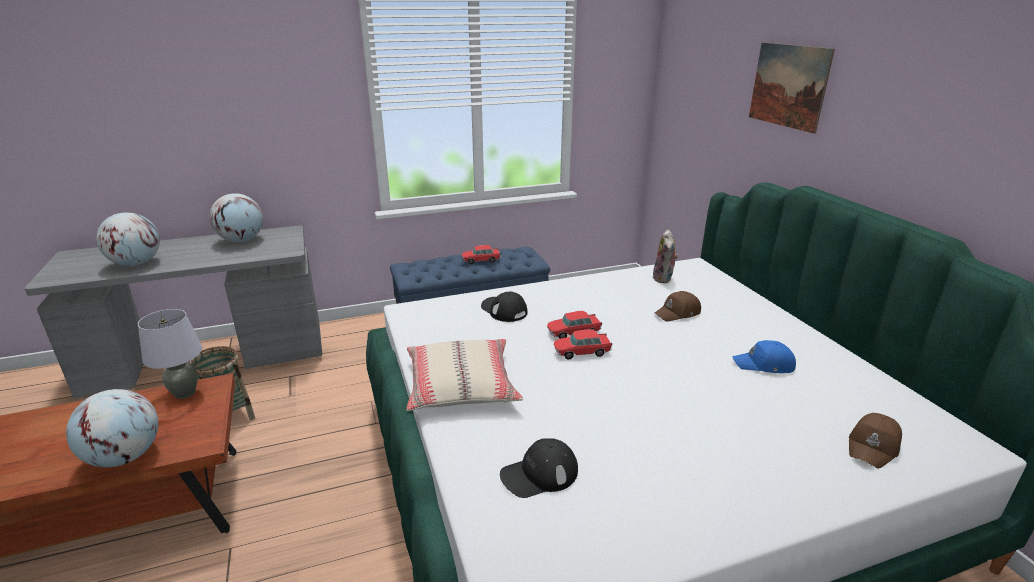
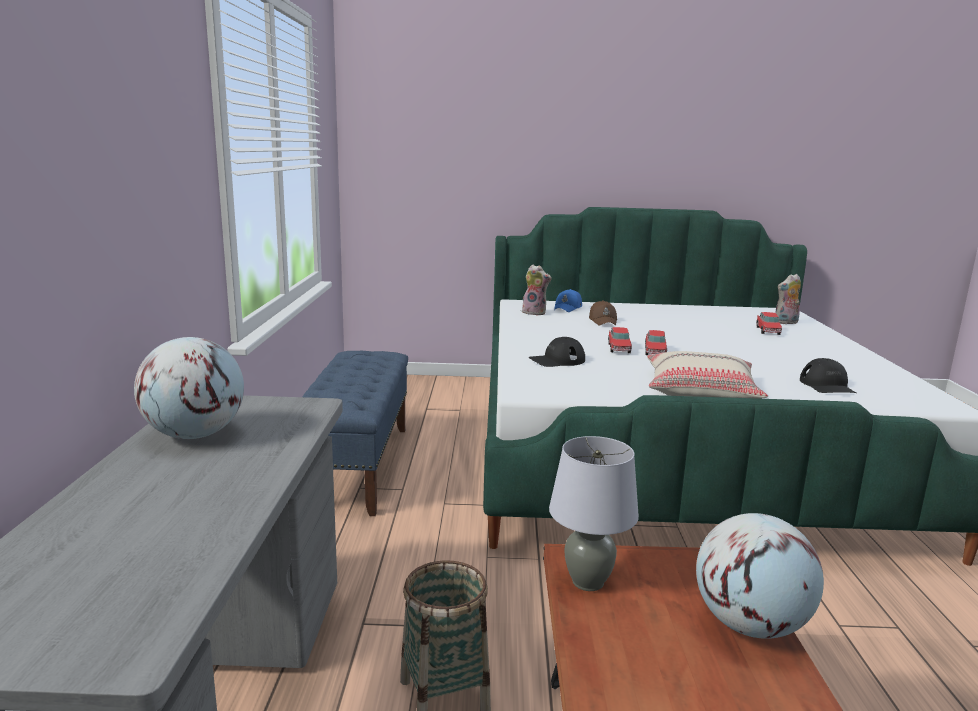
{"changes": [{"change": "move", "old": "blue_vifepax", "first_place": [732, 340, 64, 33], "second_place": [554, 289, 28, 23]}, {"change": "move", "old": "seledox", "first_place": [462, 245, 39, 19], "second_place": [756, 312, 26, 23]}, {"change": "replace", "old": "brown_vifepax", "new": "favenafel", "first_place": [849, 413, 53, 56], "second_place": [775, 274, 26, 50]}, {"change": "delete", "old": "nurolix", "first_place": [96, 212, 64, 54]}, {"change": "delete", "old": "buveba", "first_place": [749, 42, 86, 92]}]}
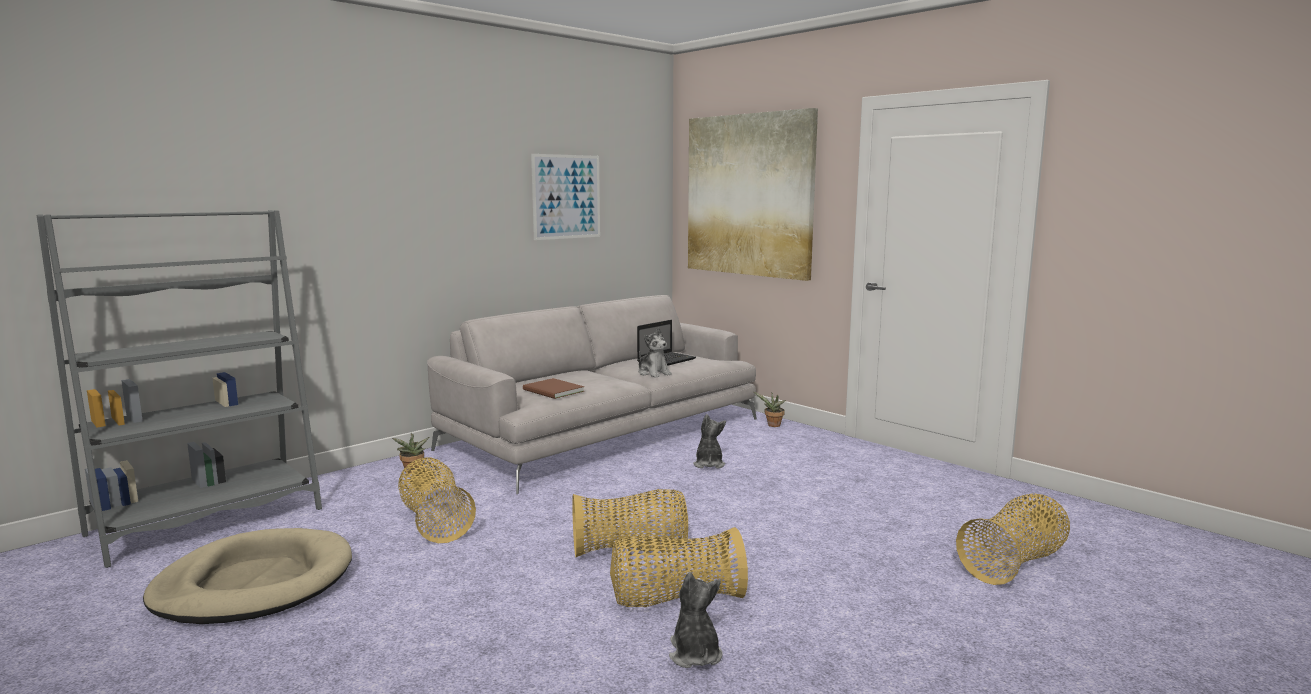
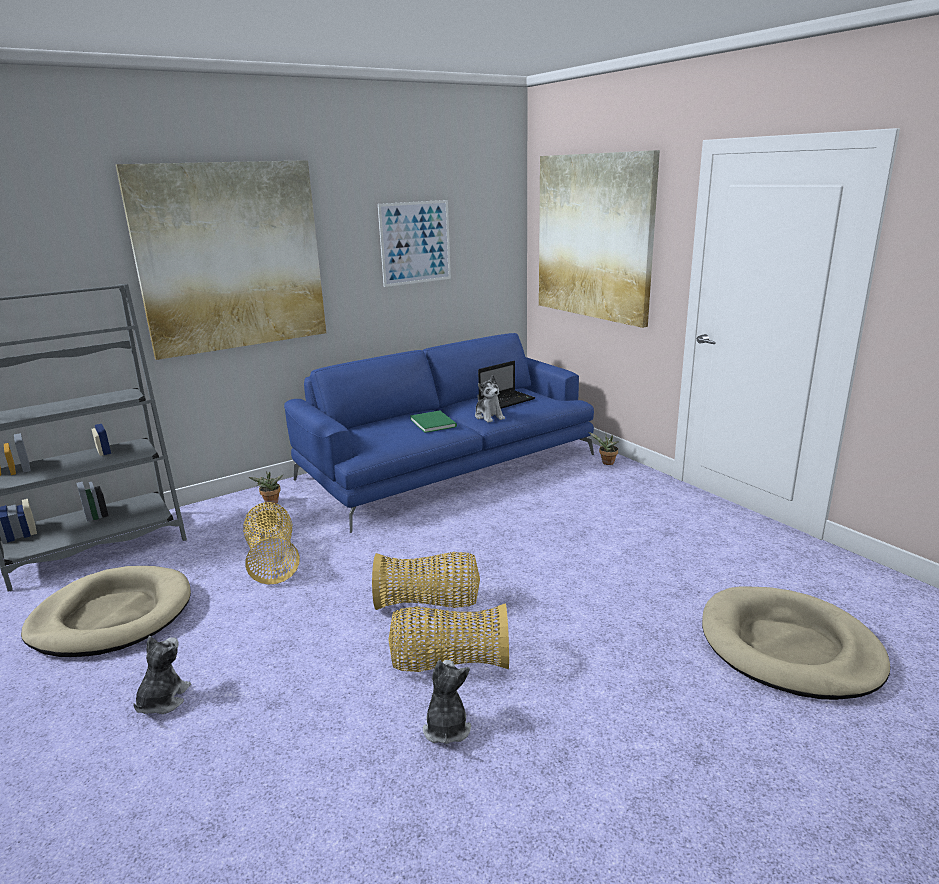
{"changes": [{"change": "insert", "new": "buveba", "second_place": [115, 160, 211, 200]}, {"change": "move", "old": "favenafel", "first_place": [693, 414, 33, 55], "second_place": [133, 636, 58, 78]}, {"change": "recolor", "old": "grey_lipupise", "new": "blue_lipupise", "first_place": [427, 295, 330, 199], "second_place": [284, 333, 310, 200]}, {"change": "insert", "new": "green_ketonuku", "second_place": [410, 411, 47, 22]}, {"change": "replace", "old": "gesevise", "new": "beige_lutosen", "first_place": [956, 493, 114, 92], "second_place": [702, 586, 189, 114]}, {"change": "delete", "old": "brown_ketonuku", "first_place": [523, 378, 61, 21]}]}
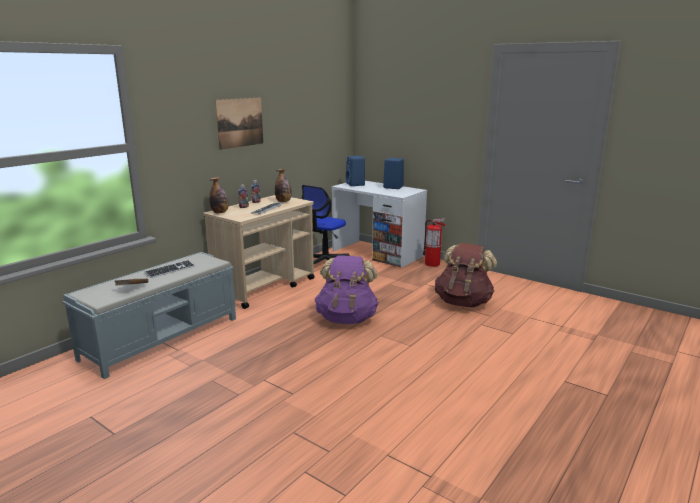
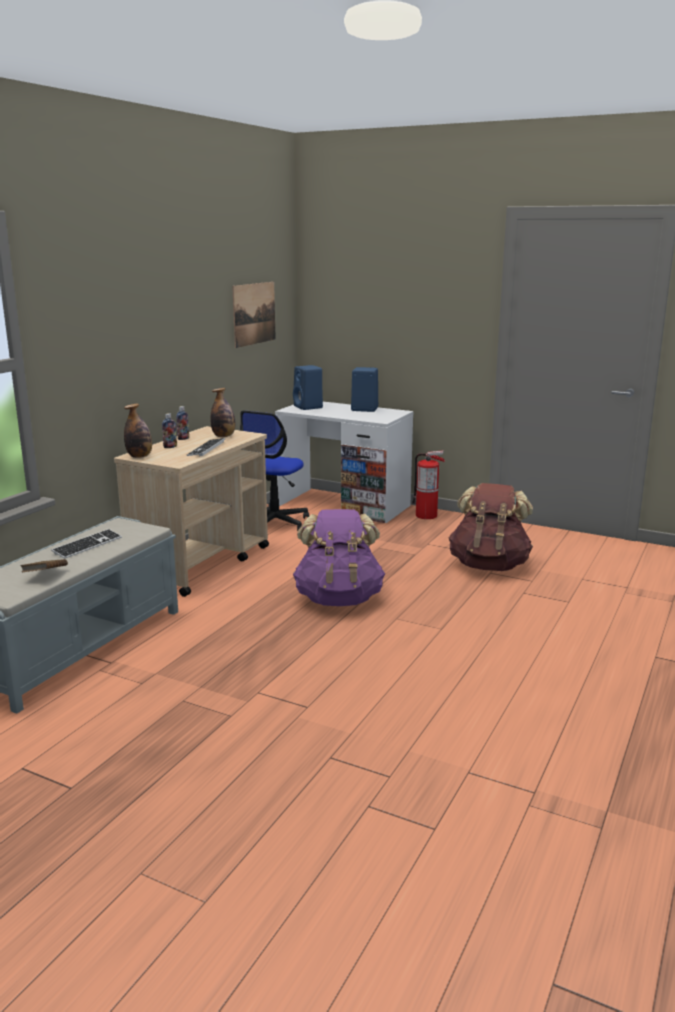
{"changes": [{"change": "move", "old": "buveba", "first_place": [215, 97, 48, 53], "second_place": [232, 282, 44, 66]}]}
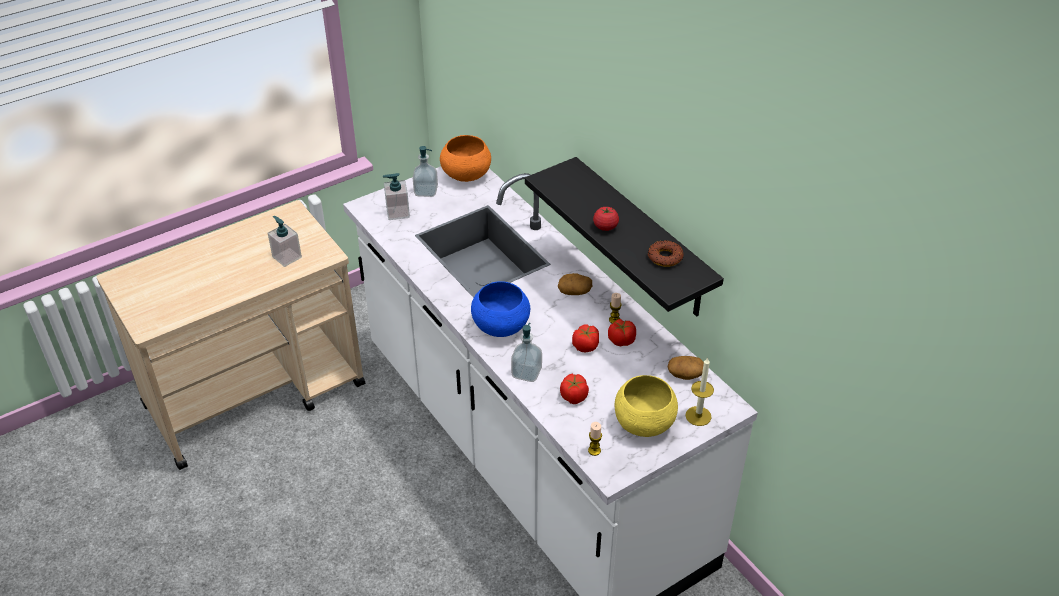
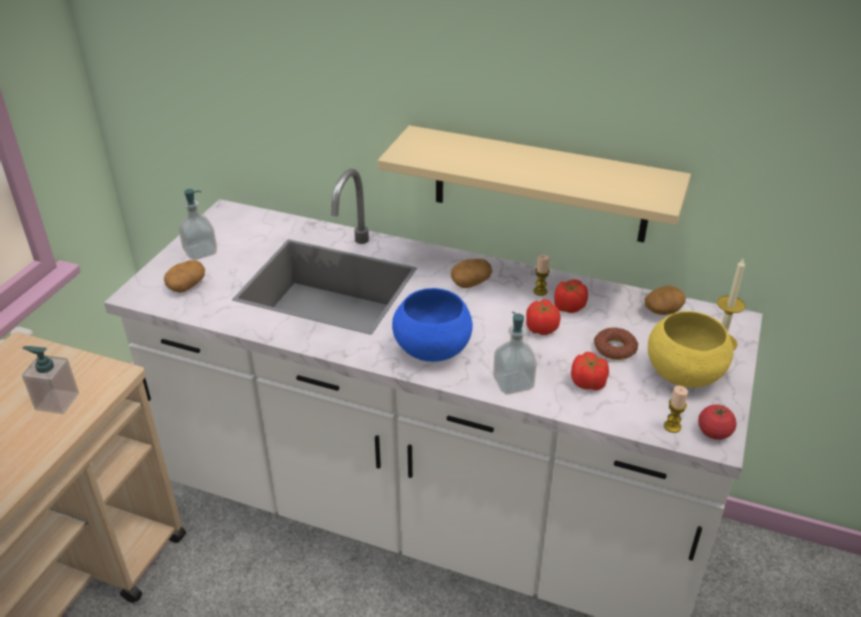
{"changes": [{"change": "replace", "old": "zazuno", "new": "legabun", "first_place": [383, 173, 27, 47], "second_place": [164, 260, 41, 33]}, {"change": "recolor", "old": "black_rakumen", "new": "beige_rakumen", "first_place": [525, 157, 199, 160], "second_place": [378, 125, 313, 118]}, {"change": "move", "old": "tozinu", "first_place": [648, 241, 35, 26], "second_place": [594, 327, 44, 33]}, {"change": "move", "old": "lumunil", "first_place": [593, 206, 26, 25], "second_place": [698, 404, 39, 36]}, {"change": "delete", "old": "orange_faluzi", "first_place": [440, 135, 51, 47]}]}
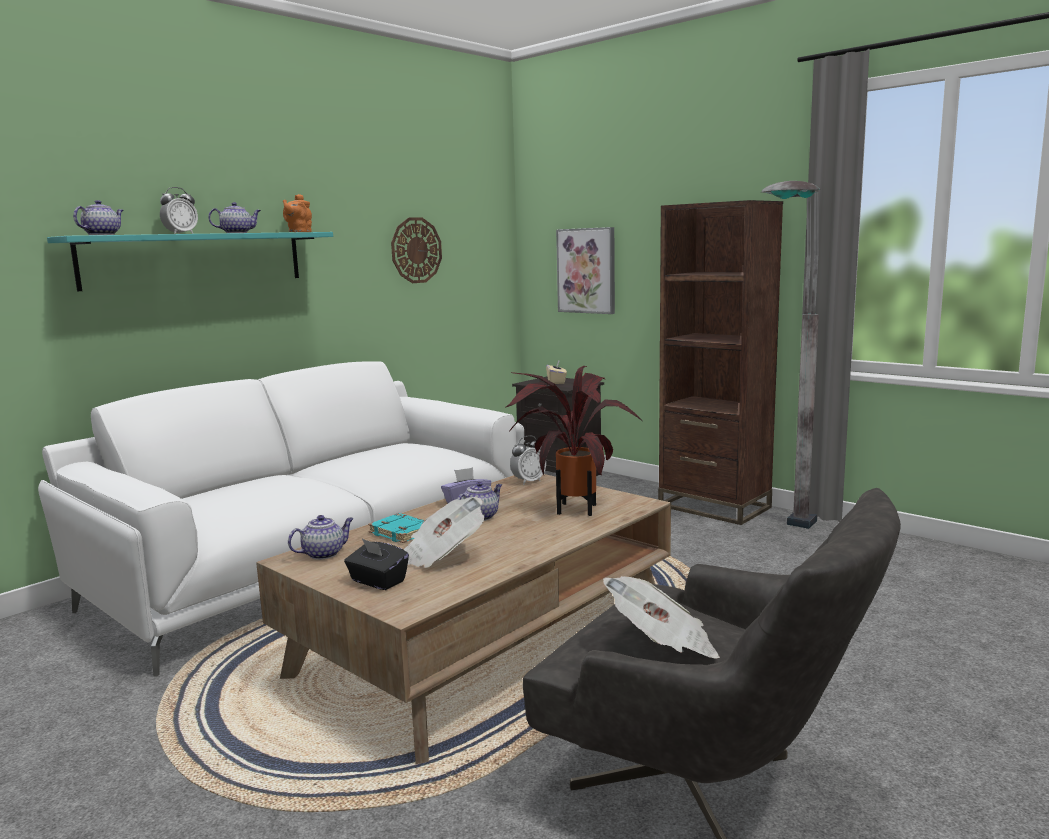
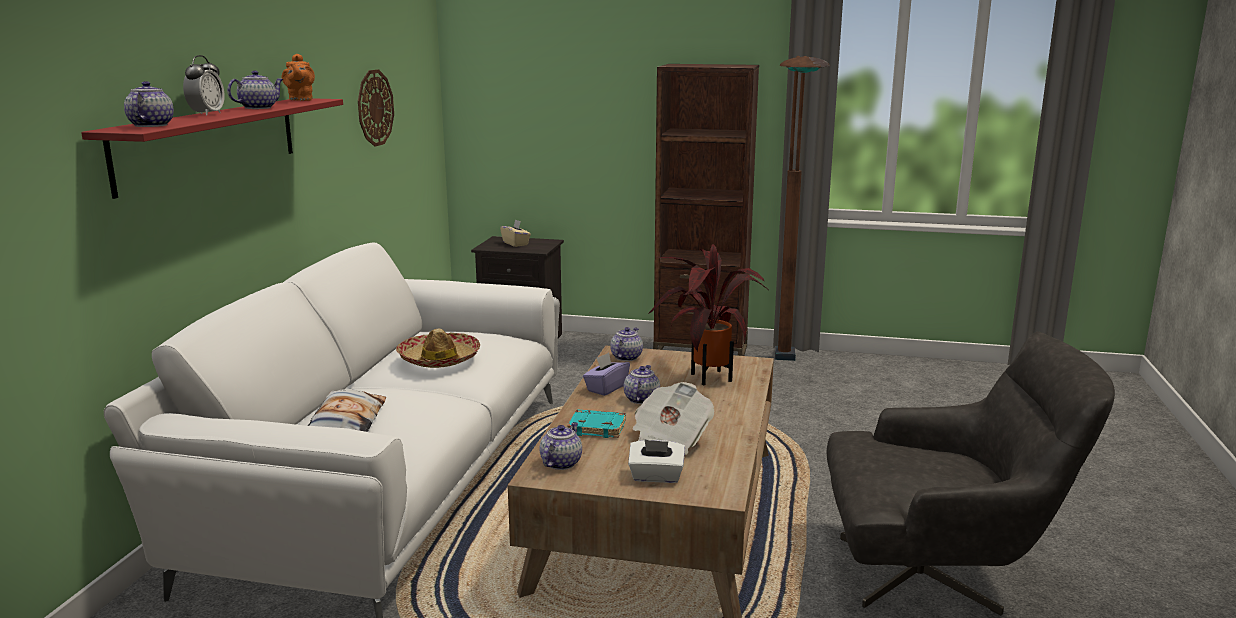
{"changes": [{"change": "recolor", "old": "turquoise_rakumen", "new": "red_rakumen", "first_place": [47, 232, 286, 59], "second_place": [81, 98, 262, 101]}, {"change": "insert", "new": "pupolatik", "second_place": [307, 389, 79, 43]}, {"change": "insert", "new": "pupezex", "second_place": [396, 329, 84, 39]}, {"change": "replace", "old": "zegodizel", "new": "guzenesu", "first_place": [510, 435, 36, 50], "second_place": [610, 327, 33, 34]}, {"change": "recolor", "old": "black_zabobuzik", "new": "white_zabobuzik", "first_place": [344, 539, 65, 51], "second_place": [628, 439, 57, 44]}, {"change": "recolor", "old": "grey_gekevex", "new": "brown_gekevex", "first_place": [761, 181, 59, 348], "second_place": [775, 56, 55, 305]}, {"change": "delete", "old": "buveba", "first_place": [556, 227, 59, 87]}, {"change": "delete", "old": "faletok", "first_place": [603, 576, 117, 83]}]}
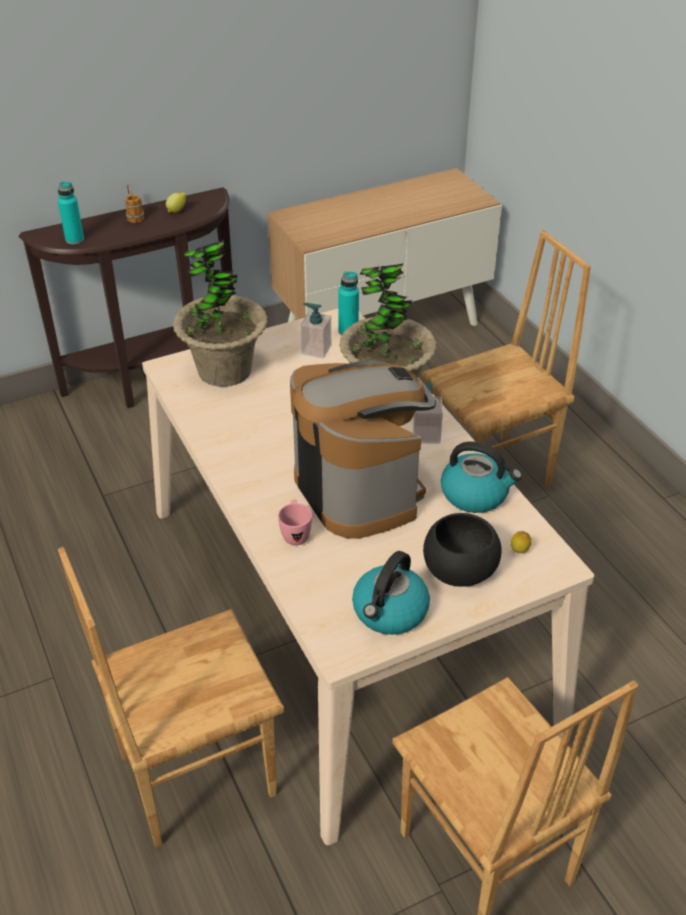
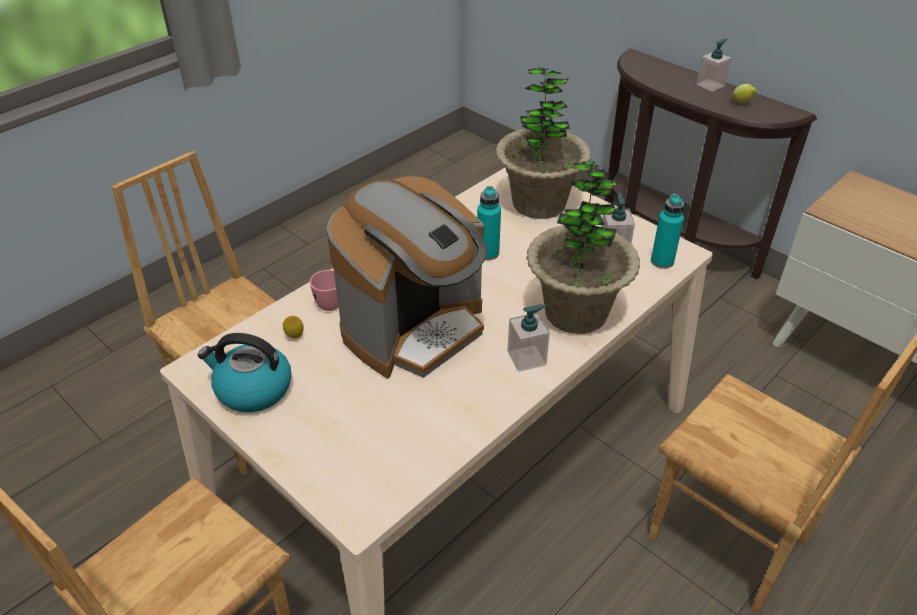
{"changes": [{"change": "move", "old": "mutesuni", "first_place": [511, 531, 20, 22], "second_place": [283, 316, 21, 22]}, {"change": "move", "old": "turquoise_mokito", "first_place": [58, 181, 26, 63], "second_place": [477, 186, 24, 74]}, {"change": "replace", "old": "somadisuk", "new": "zazuno", "first_place": [125, 184, 19, 39], "second_place": [696, 39, 36, 53]}, {"change": "delete", "old": "black_faluzi", "first_place": [423, 513, 79, 74]}, {"change": "delete", "old": "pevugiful", "first_place": [441, 441, 81, 72]}]}
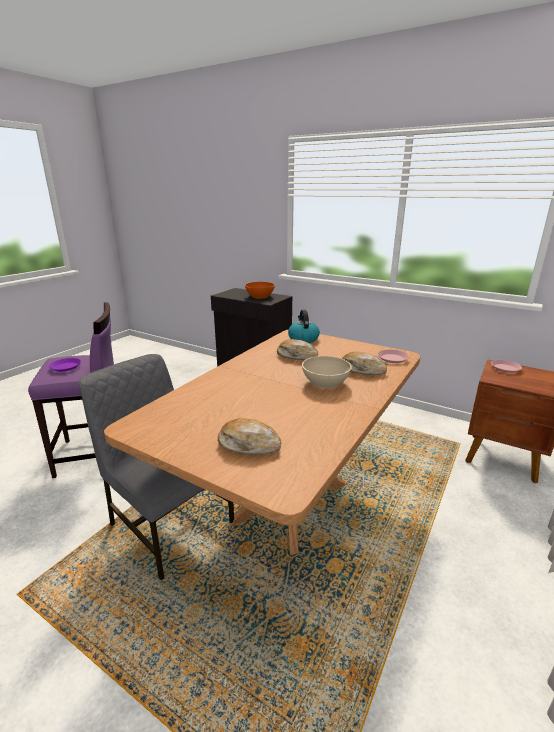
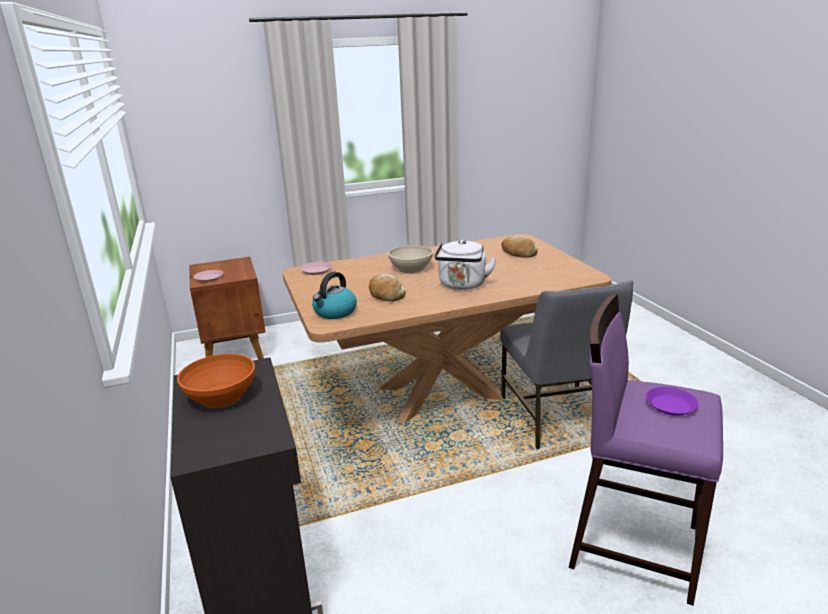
{"changes": [{"change": "insert", "new": "white_pevugiful", "second_place": [435, 240, 62, 50]}, {"change": "delete", "old": "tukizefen", "first_place": [342, 352, 45, 23]}]}
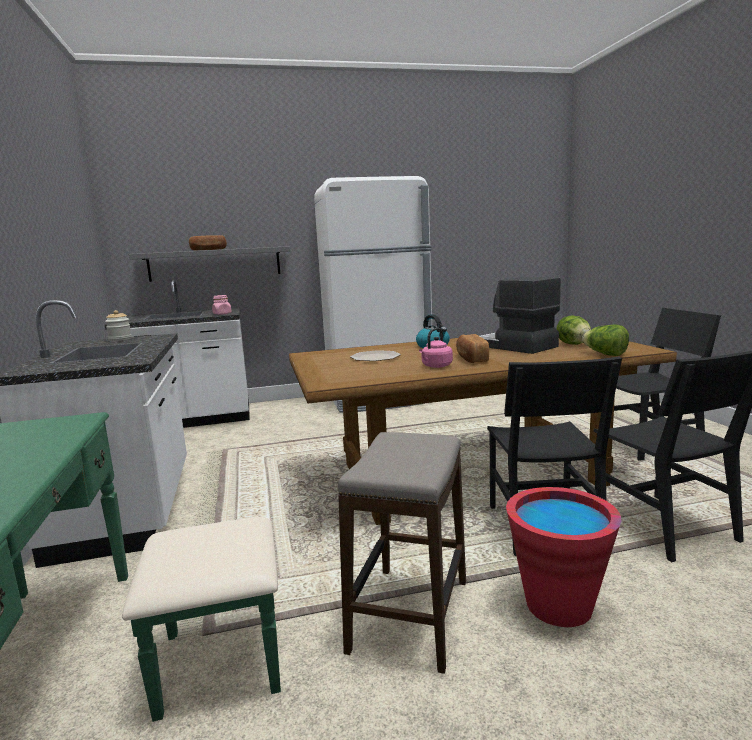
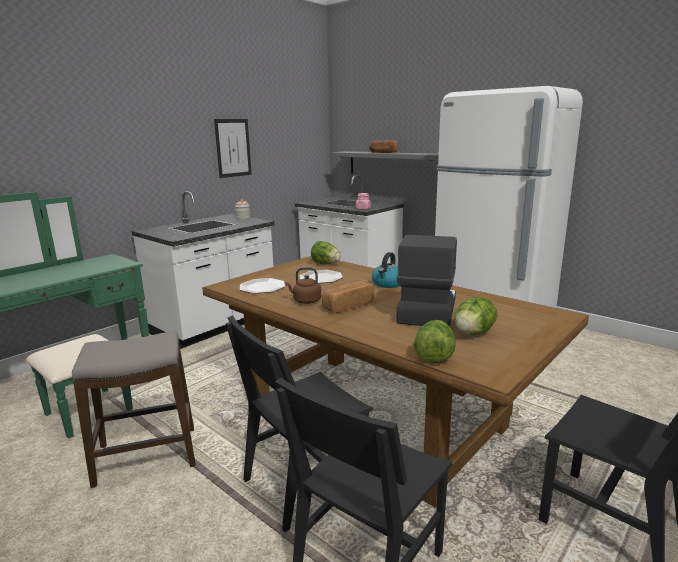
{"changes": [{"change": "insert", "new": "buveba", "second_place": [214, 119, 38, 59]}, {"change": "insert", "new": "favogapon", "second_place": [240, 278, 45, 16]}, {"change": "recolor", "old": "pink_pevugiful", "new": "brown_pevugiful", "first_place": [419, 328, 34, 40], "second_place": [285, 267, 36, 37]}, {"change": "insert", "new": "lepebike", "second_place": [311, 241, 30, 23]}, {"change": "delete", "old": "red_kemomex", "first_place": [506, 487, 116, 140]}]}
